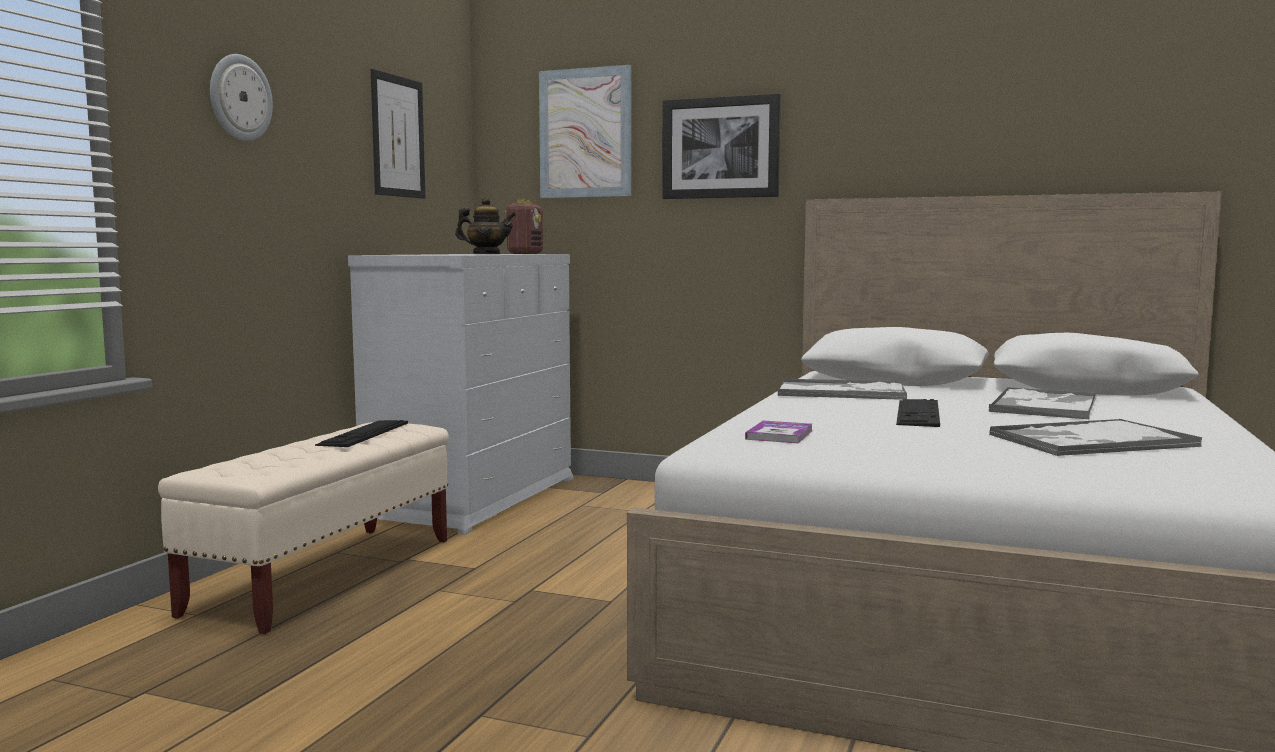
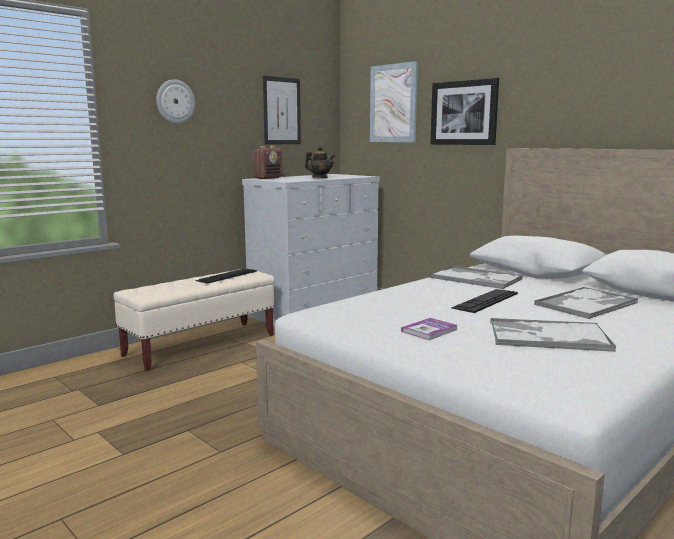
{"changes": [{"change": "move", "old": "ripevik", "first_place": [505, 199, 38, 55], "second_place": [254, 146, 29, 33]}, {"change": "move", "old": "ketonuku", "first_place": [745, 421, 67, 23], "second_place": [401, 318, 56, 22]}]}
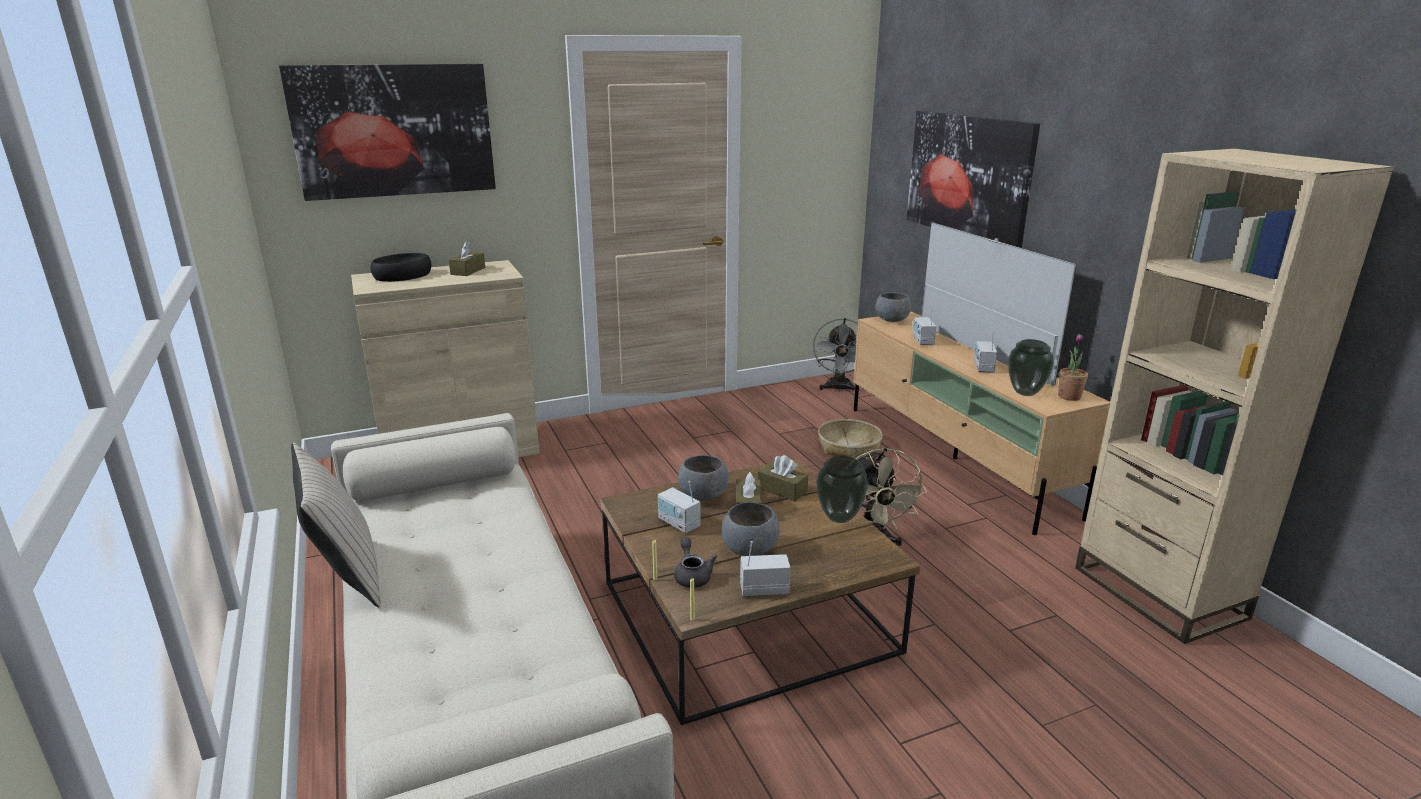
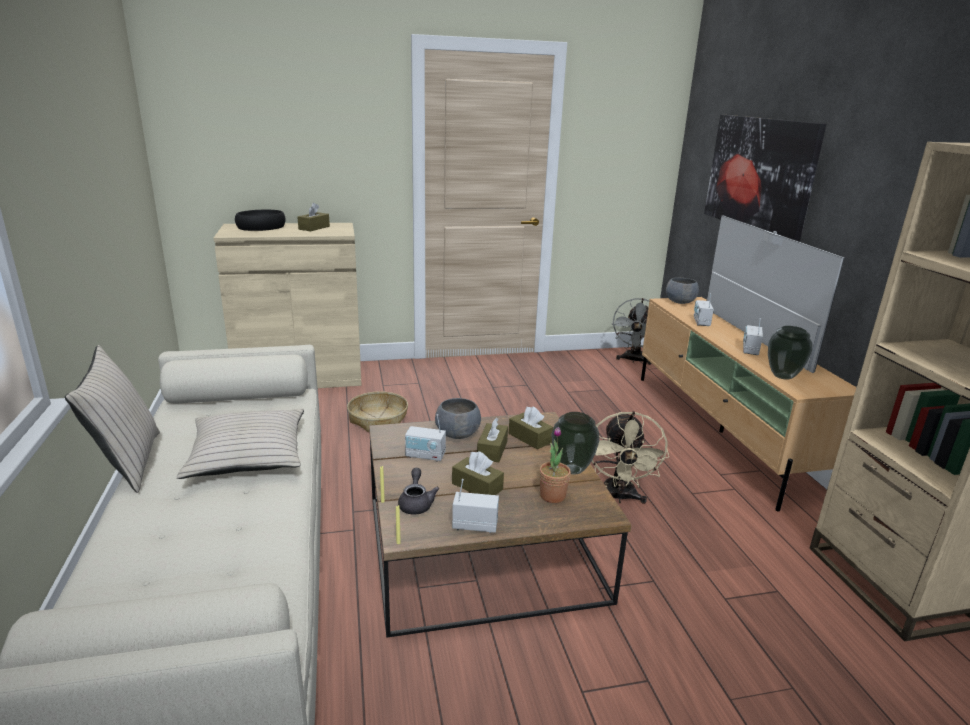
{"changes": [{"change": "insert", "new": "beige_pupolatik", "second_place": [177, 409, 127, 70]}, {"change": "move", "old": "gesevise", "first_place": [818, 419, 65, 40], "second_place": [347, 391, 61, 41]}, {"change": "rotate", "old": "ripevik", "first_place": [658, 481, 43, 52], "second_place": [405, 414, 41, 48], "degrees": -45}, {"change": "replace", "old": "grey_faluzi", "new": "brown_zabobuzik", "first_place": [722, 502, 58, 54], "second_place": [452, 451, 52, 44]}, {"change": "move", "old": "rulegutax", "first_place": [1058, 334, 30, 67], "second_place": [539, 427, 32, 76]}, {"change": "delete", "old": "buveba", "first_place": [279, 64, 217, 137]}]}
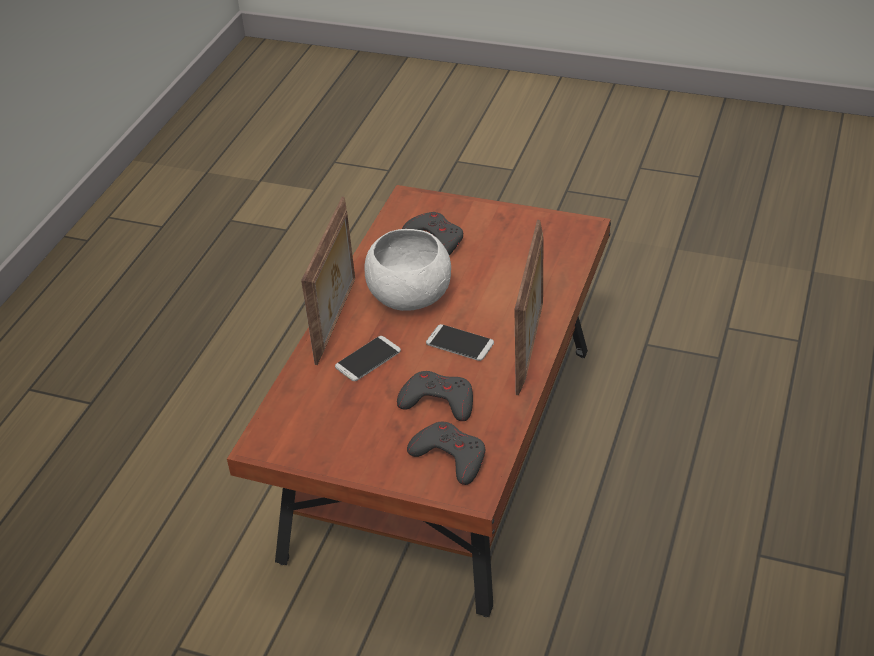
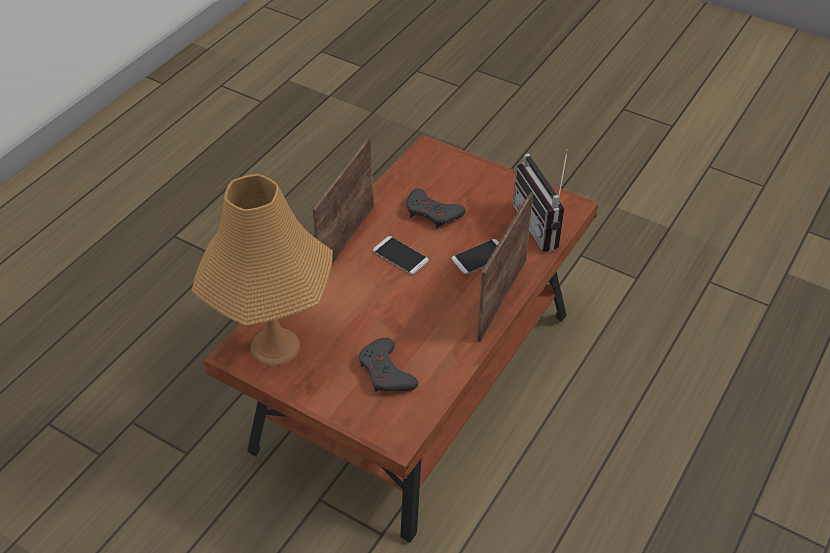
{"changes": [{"change": "insert", "new": "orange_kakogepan", "second_place": [192, 174, 141, 192]}, {"change": "insert", "new": "ripevik", "second_place": [513, 149, 55, 103]}, {"change": "delete", "old": "white_faluzi", "first_place": [365, 229, 86, 82]}, {"change": "delete", "old": "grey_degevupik", "first_place": [407, 422, 79, 63]}]}
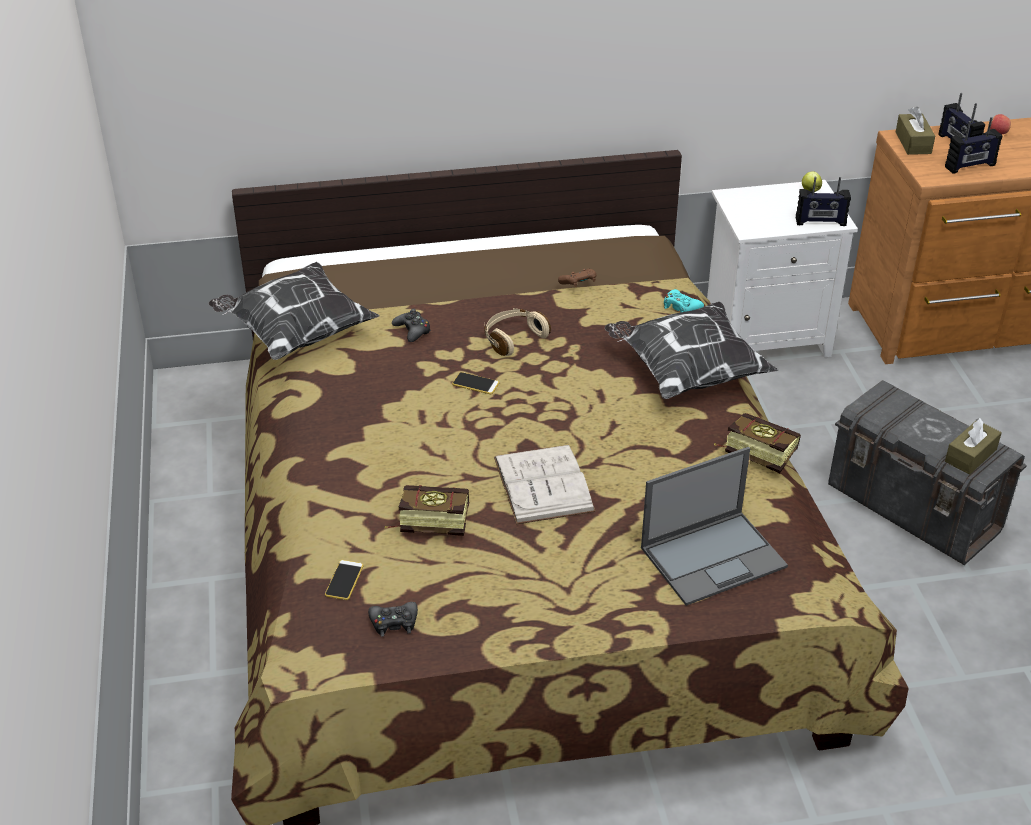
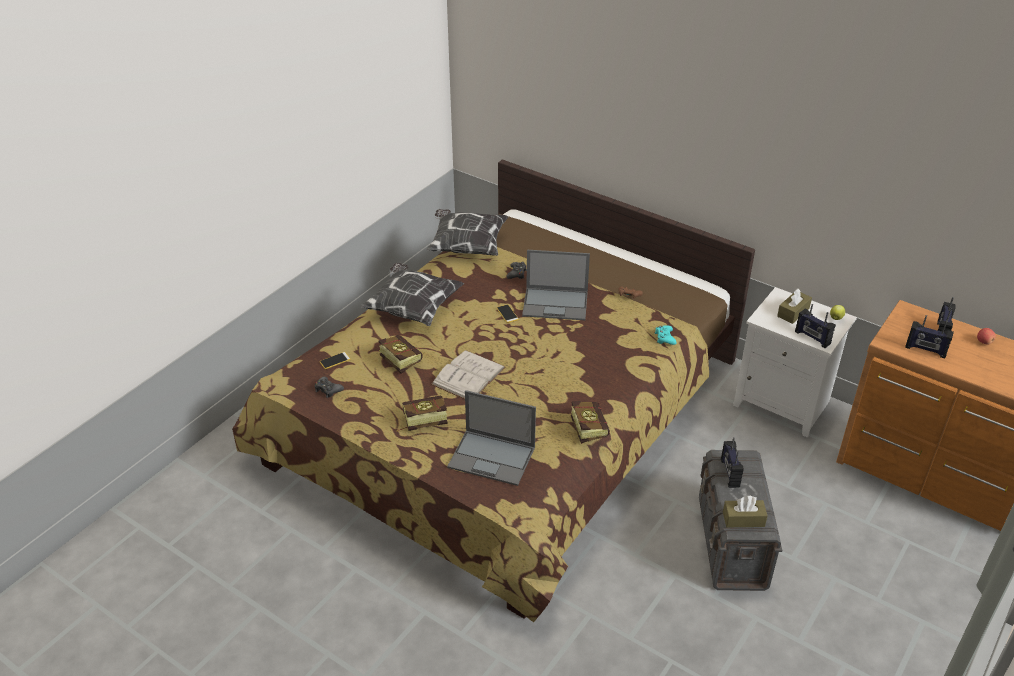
{"changes": [{"change": "move", "old": "pupolatik", "first_place": [605, 302, 173, 97], "second_place": [361, 263, 103, 63]}, {"change": "insert", "new": "ketonuku", "second_place": [397, 396, 50, 35]}, {"change": "replace", "old": "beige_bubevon", "new": "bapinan", "first_place": [484, 308, 67, 48], "second_place": [522, 250, 68, 70]}, {"change": "insert", "new": "ripevik", "second_place": [721, 438, 23, 50]}, {"change": "move", "old": "brown_zabobuzik", "first_place": [896, 106, 39, 49], "second_place": [777, 289, 35, 35]}]}
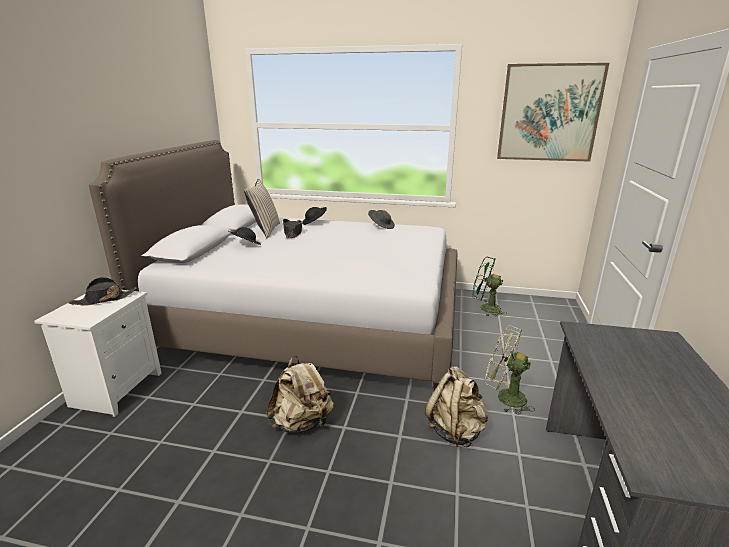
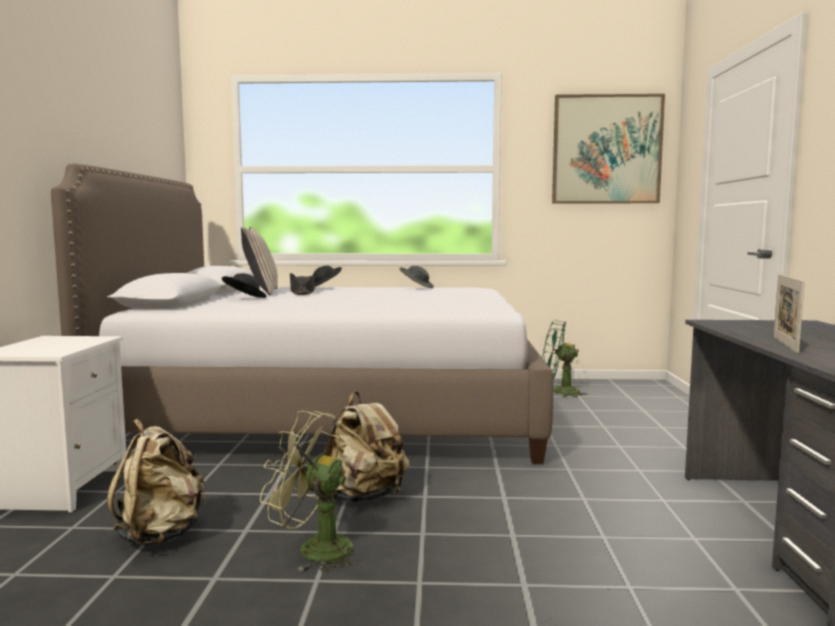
{"changes": [{"change": "move", "old": "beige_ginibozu", "first_place": [425, 366, 63, 81], "second_place": [107, 419, 99, 127]}, {"change": "move", "old": "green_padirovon", "first_place": [485, 325, 50, 90], "second_place": [260, 411, 101, 162]}, {"change": "insert", "new": "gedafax", "second_place": [774, 274, 31, 79]}, {"change": "delete", "old": "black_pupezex", "first_place": [69, 277, 68, 29]}]}
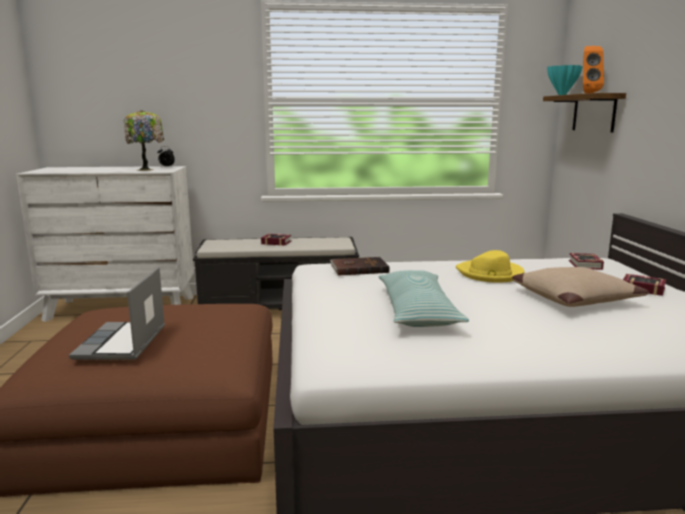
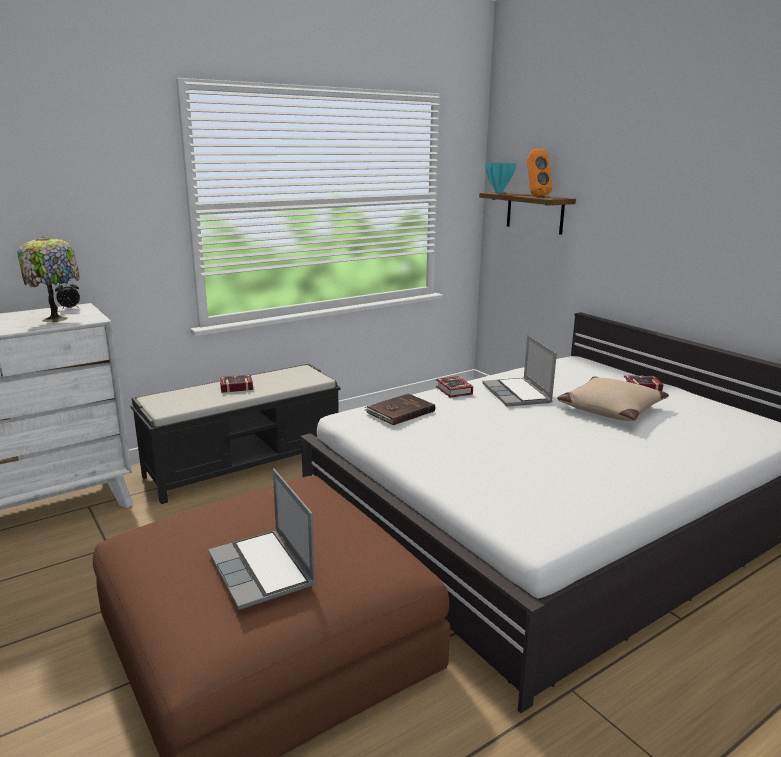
{"changes": [{"change": "move", "old": "ketonuku", "first_place": [569, 253, 35, 17], "second_place": [436, 376, 37, 22]}, {"change": "replace", "old": "yellow_pupezex", "new": "bapinan", "first_place": [456, 250, 69, 33], "second_place": [482, 335, 75, 72]}, {"change": "delete", "old": "pupolatik", "first_place": [379, 270, 90, 57]}]}
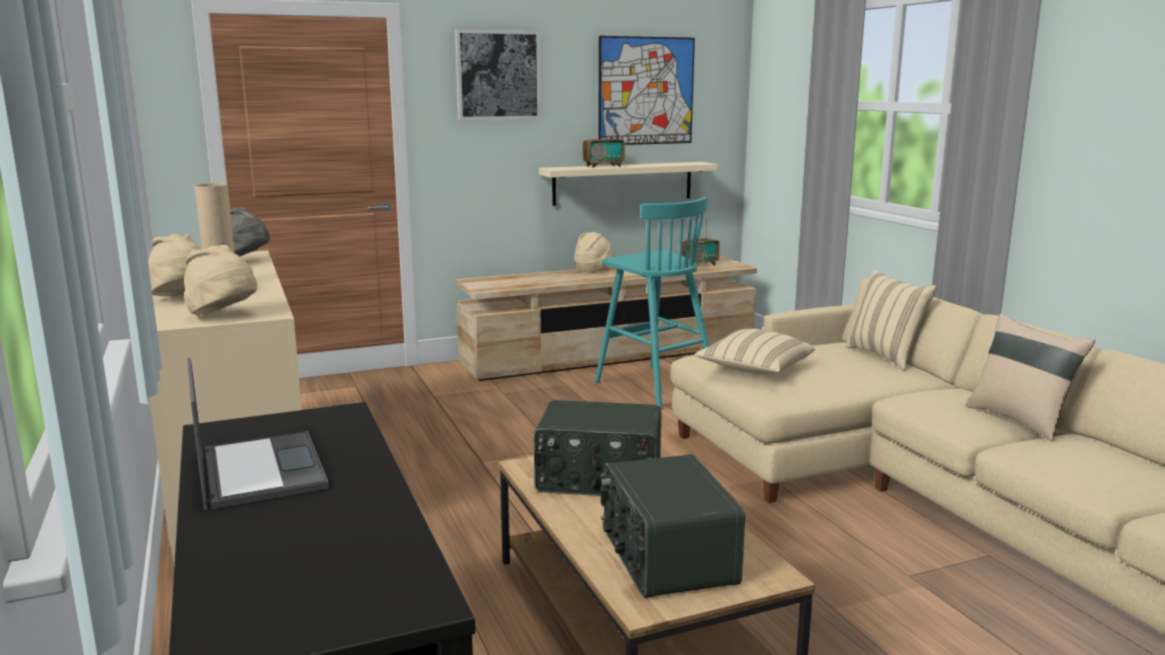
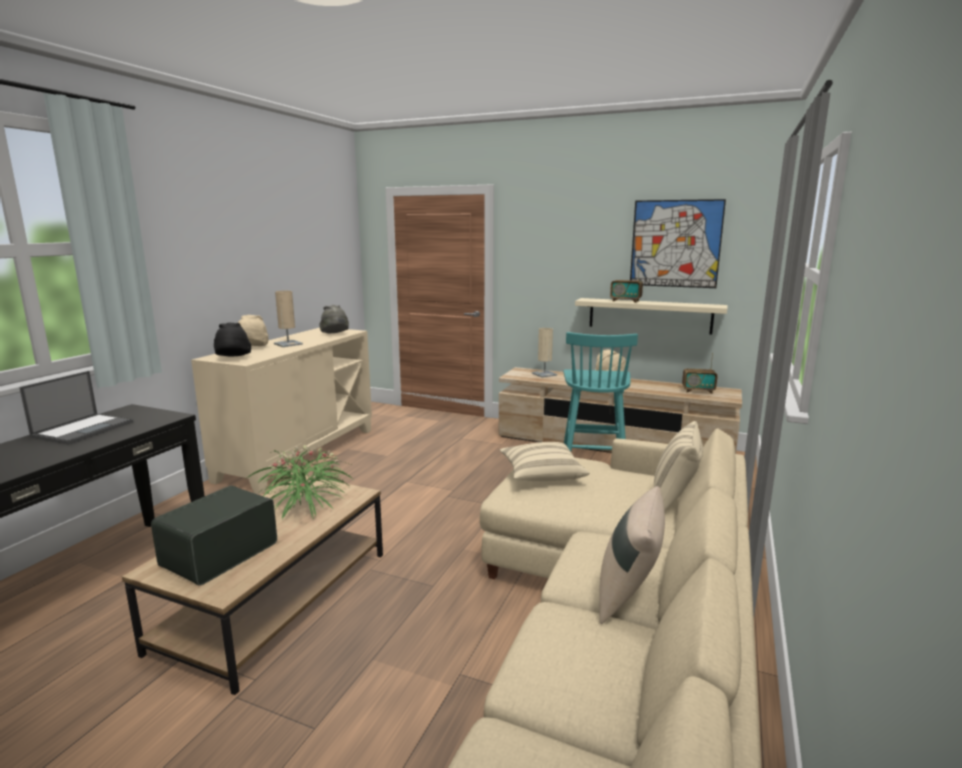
{"changes": [{"change": "recolor", "old": "beige_pupezex", "new": "black_pupezex", "first_place": [184, 245, 73, 70], "second_place": [214, 323, 37, 33]}, {"change": "replace", "old": "ripevik", "new": "rulegutax", "first_place": [534, 400, 128, 96], "second_place": [247, 445, 106, 75]}, {"change": "insert", "new": "beige_kakogepan", "second_place": [532, 328, 25, 50]}, {"change": "delete", "old": "buveba", "first_place": [455, 29, 86, 91]}]}
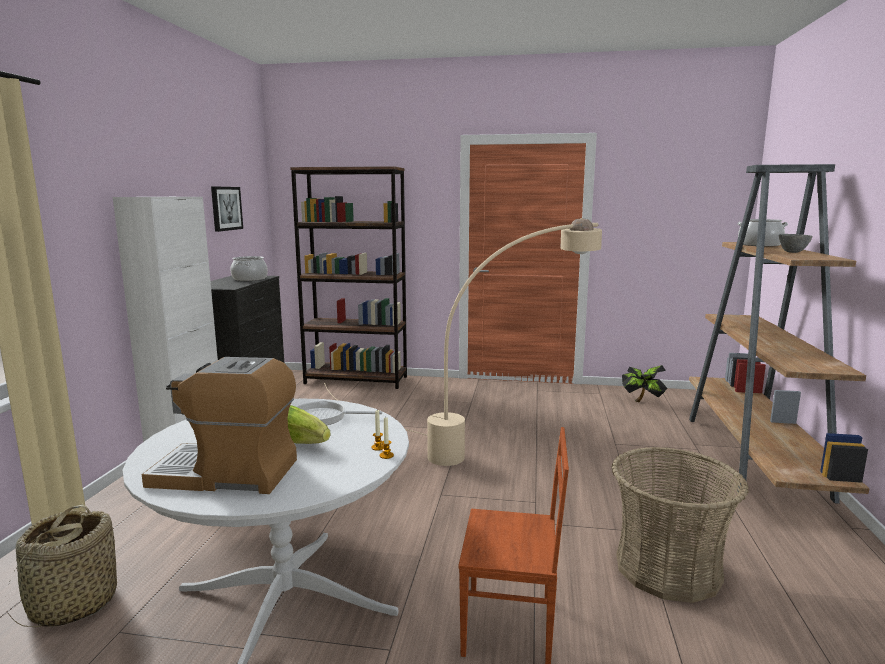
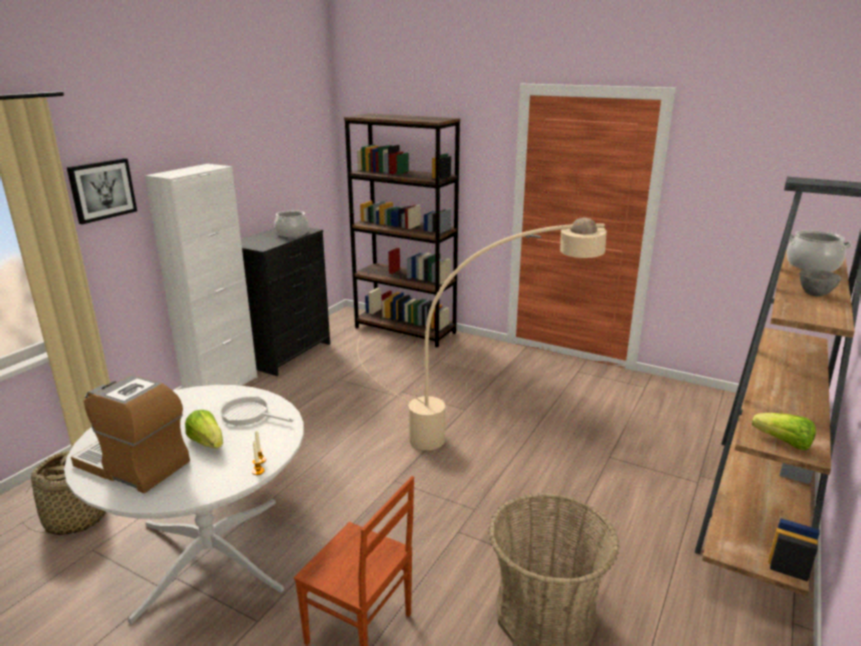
{"changes": [{"change": "move", "old": "buveba", "first_place": [211, 186, 32, 46], "second_place": [67, 158, 70, 66]}, {"change": "insert", "new": "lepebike", "second_place": [752, 413, 64, 37]}, {"change": "delete", "old": "rulegutax", "first_place": [622, 365, 45, 37]}]}
